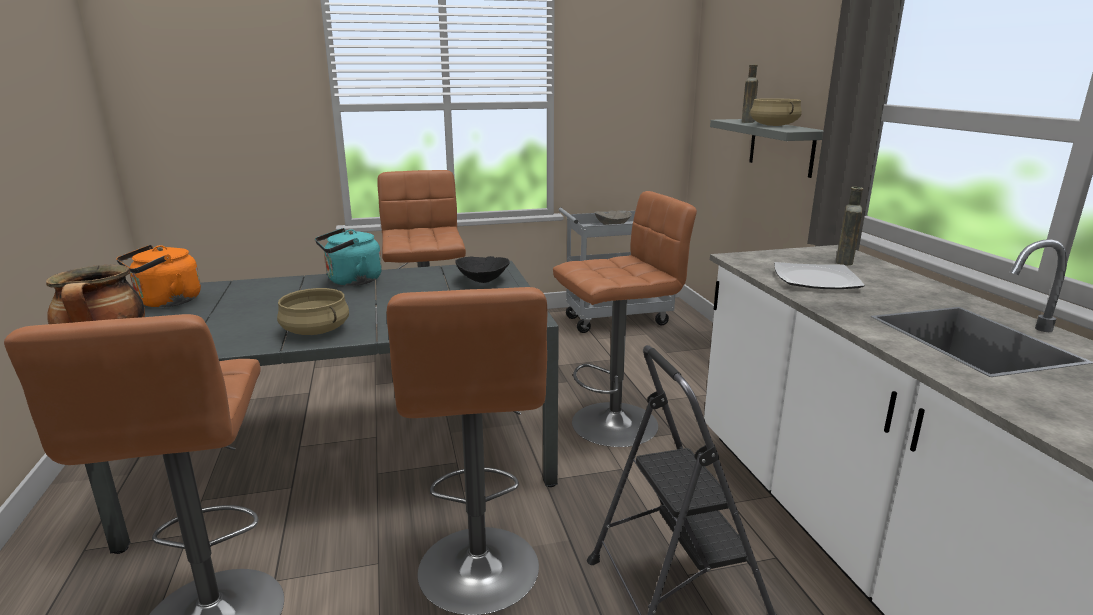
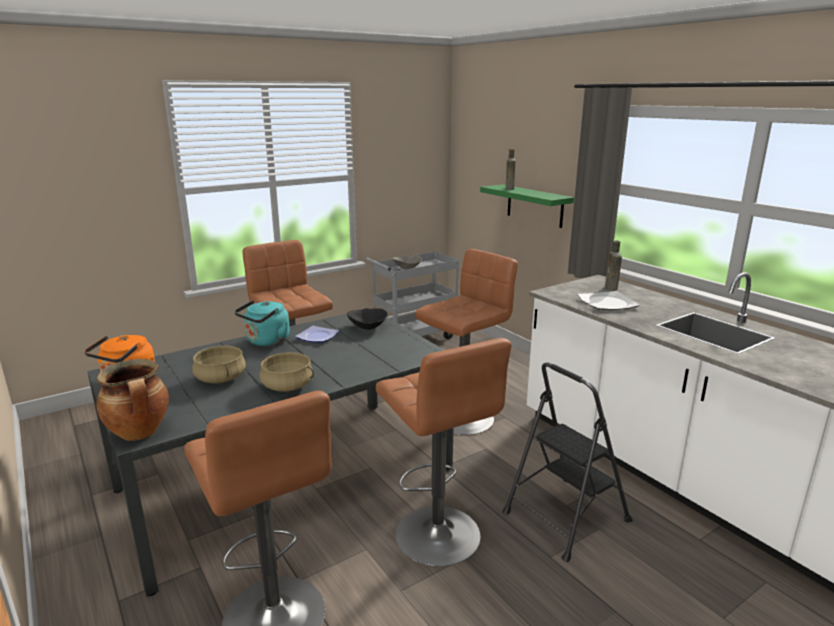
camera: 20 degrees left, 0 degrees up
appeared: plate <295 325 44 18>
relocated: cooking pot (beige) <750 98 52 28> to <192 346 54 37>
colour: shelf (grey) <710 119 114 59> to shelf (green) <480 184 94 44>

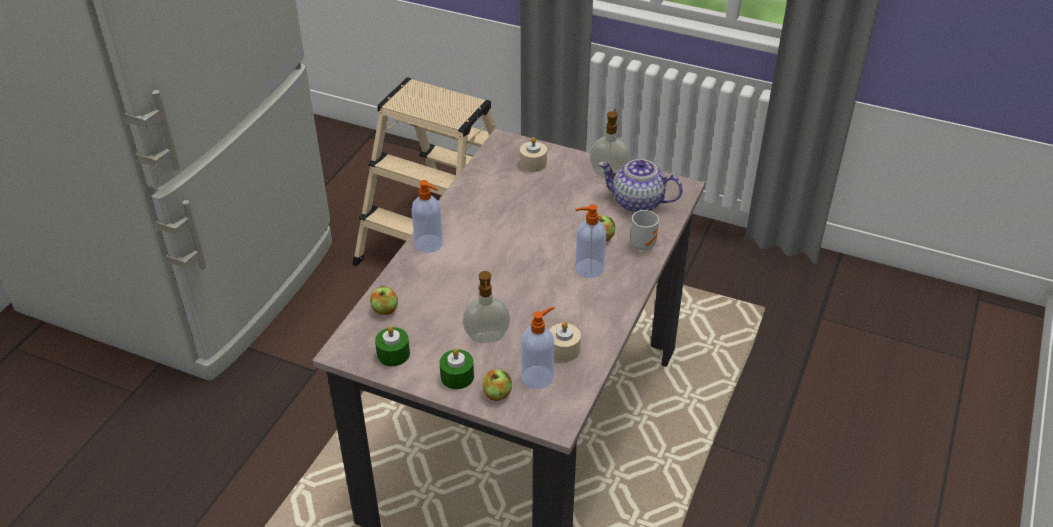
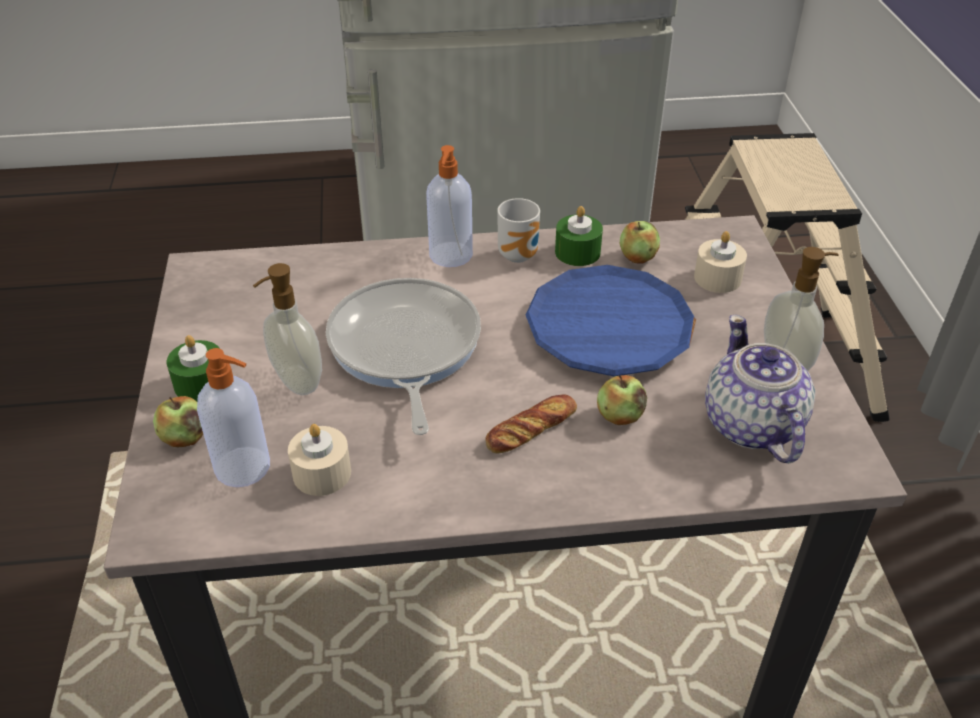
camera: 60 degrees right, 0 degrees up
appeared: plate (blue) <526 265 170 112>; frying pan <326 278 155 157>
relocated: mug <631 210 28 40> to <497 198 43 65>; apple <370 286 28 29> to <620 221 40 43>; candle (green) <375 326 35 40> to <555 206 48 60>
exchanged: soap dispenser <575 204 31 74> to bread <485 395 92 59>

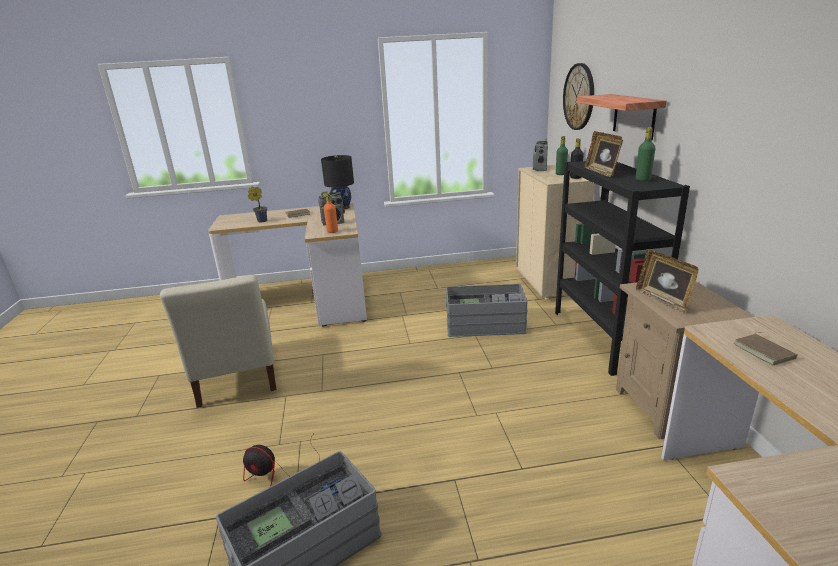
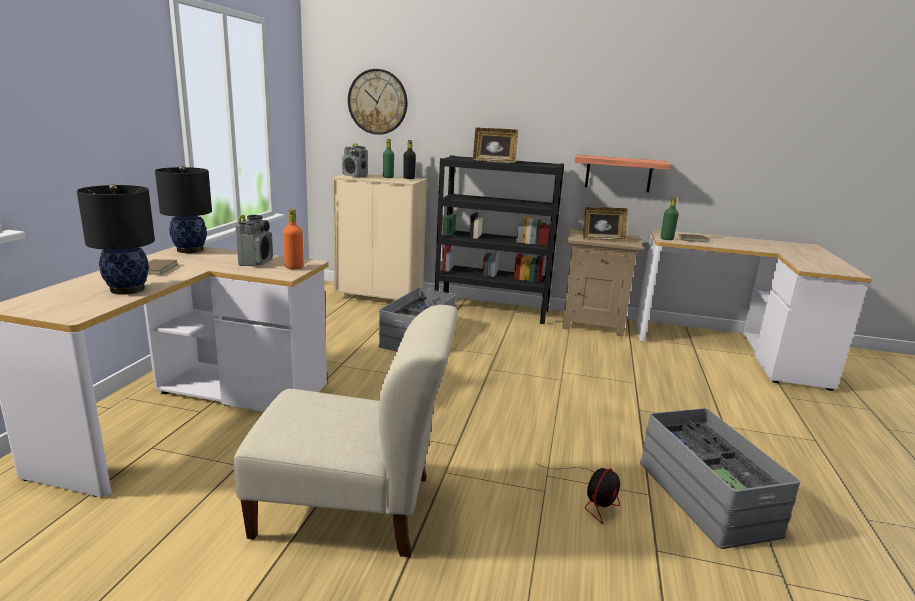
camera: 70 degrees left, 5 degrees down
relocated: shelf <576 94 91 46> to <575 155 95 37>; bottle (green) <636 127 20 54> to <661 197 18 43>
exchanged: potted plant <248 186 19 36> to table lamp (black) <77 184 78 110>

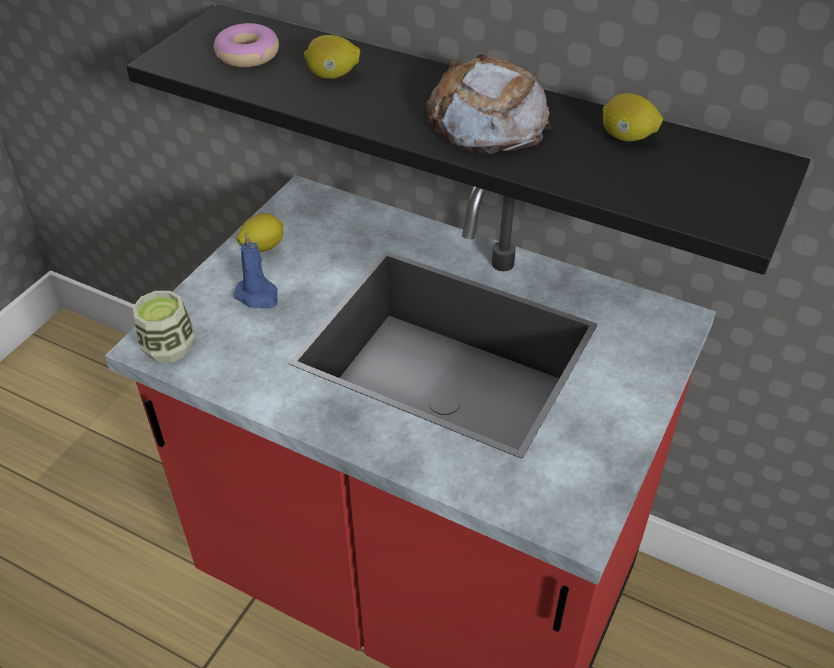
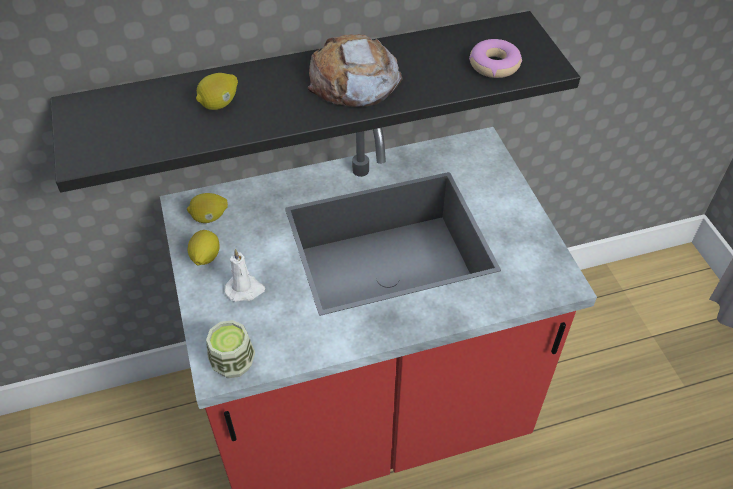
camera: 45 degrees left, 5 degrees up
relocated: donut <214 23 65 44> to <469 39 53 39>; lemon <602 93 61 48> to <187 193 41 30>
colour: candle (blue) <234 233 44 76> to candle (white) <225 248 40 54>

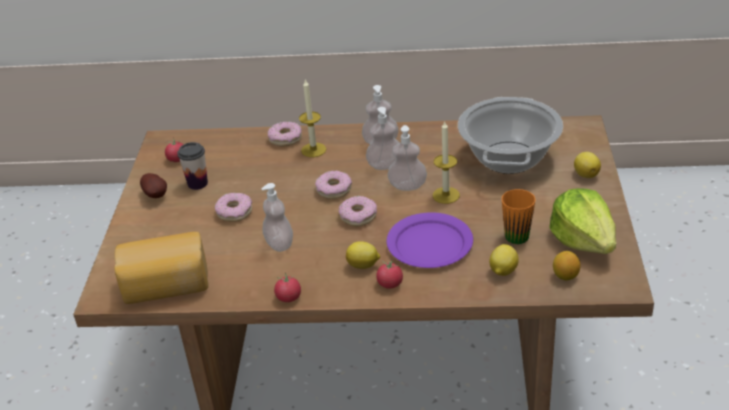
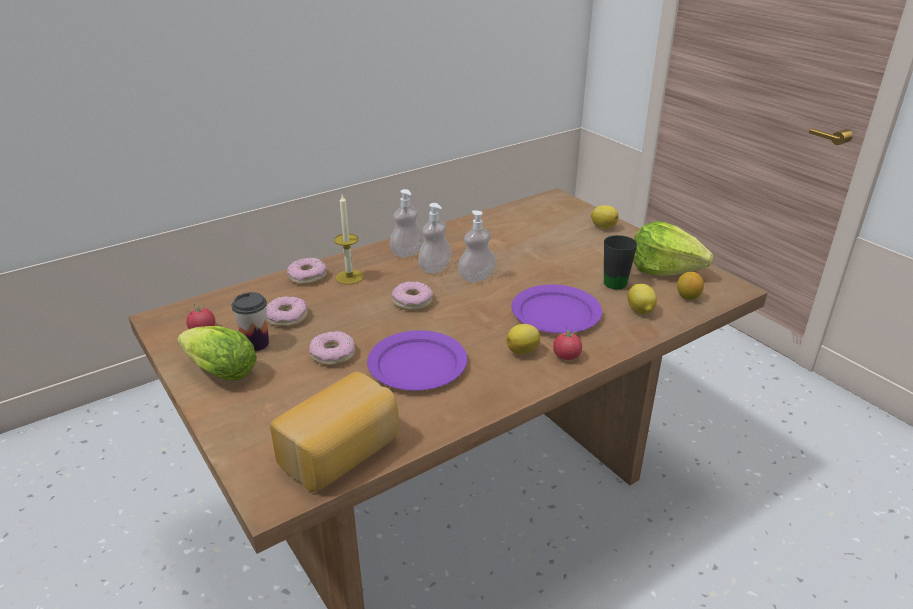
camera: 40 degrees left, 5 degrees down
missing: cooking pot <458 97 105 77>; candle <433 120 27 84>; tomato <274 273 27 29>
relocated: donut <339 196 38 30> to <266 296 41 31>
exchanged: potato <140 173 27 25> to lettuce <177 326 80 55>; soap dispenser <262 183 31 69> to plate (purple) <367 330 100 61>
colour: mug (orange) <502 189 34 55> to mug (black) <604 235 33 54>

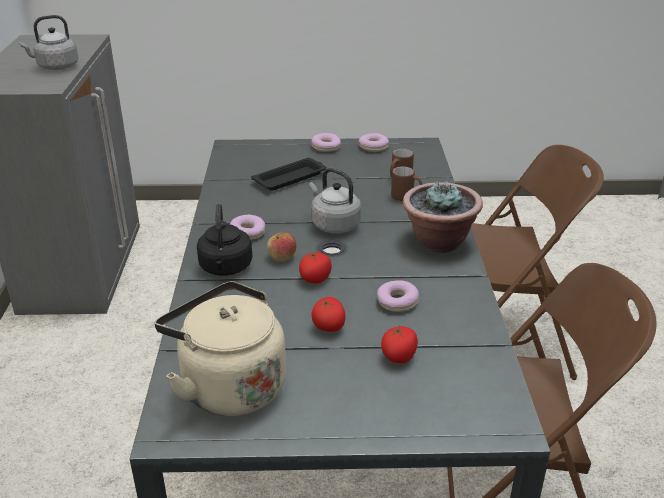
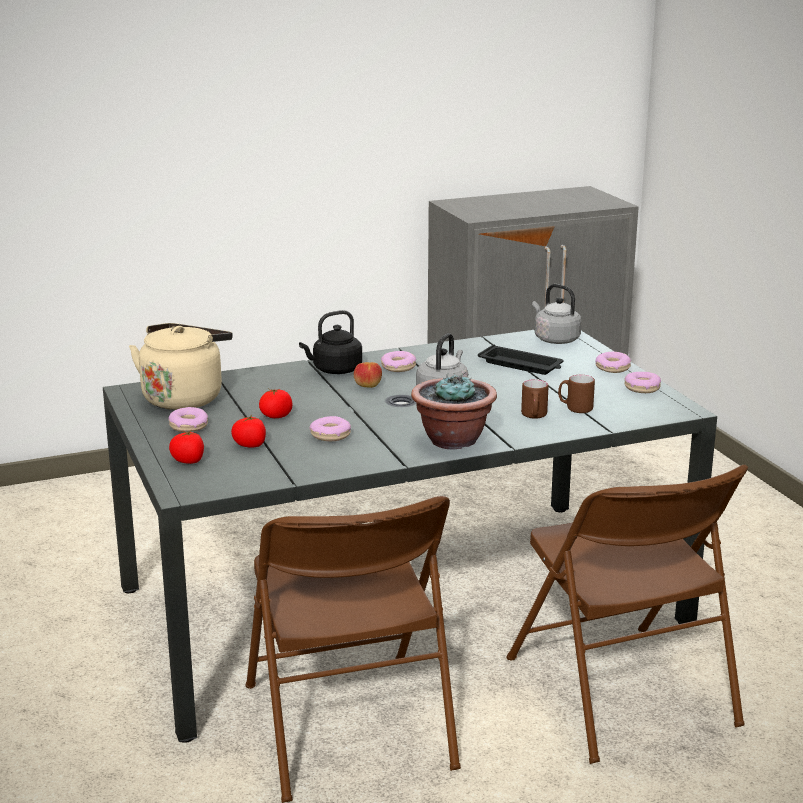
camera: 70 degrees right, 10 degrees down
appeared: donut <168 407 40 25>
relocated: kettle (grey) <19 15 59 55> to <532 284 50 60>; tomato <299 252 33 32> to <169 430 35 34>

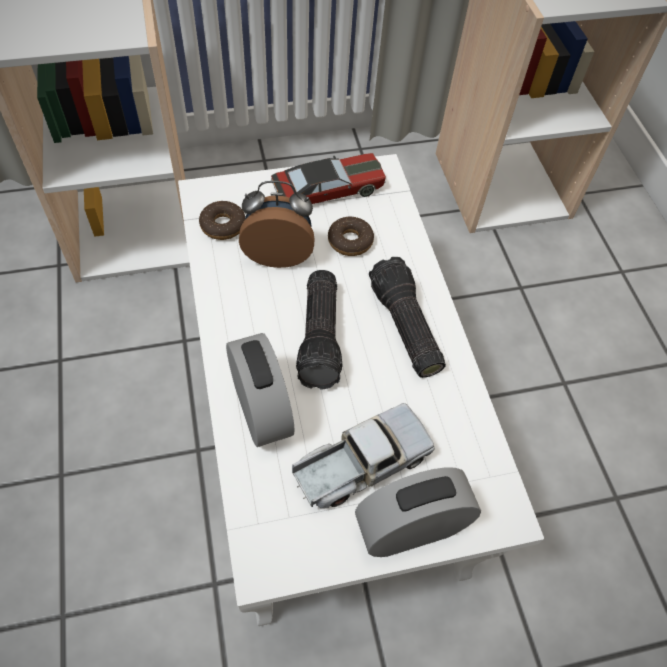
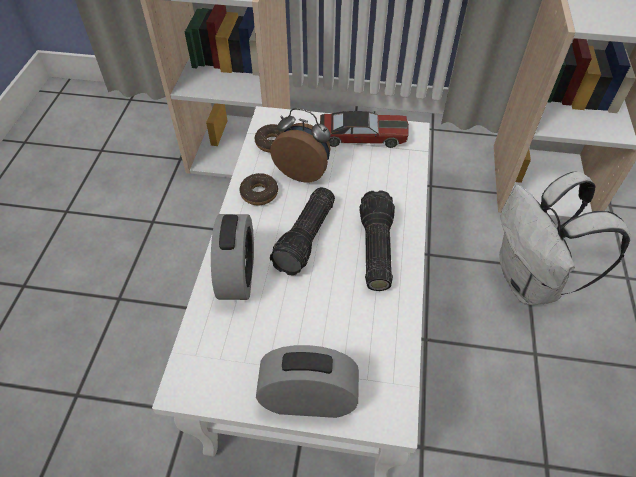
camera: 25 degrees right, 5 degrees down
missing: toy truck <292 403 143 105>
appeared: backpack (white) <499 171 132 134>
relocated: donut <328 217 46 39> to <240 173 38 32>

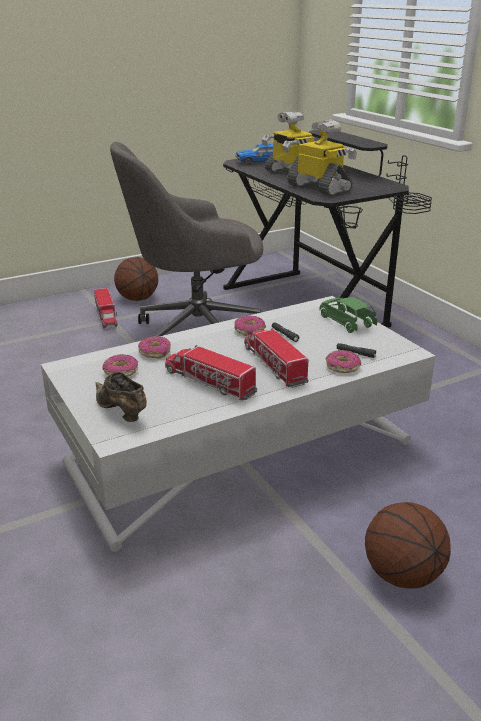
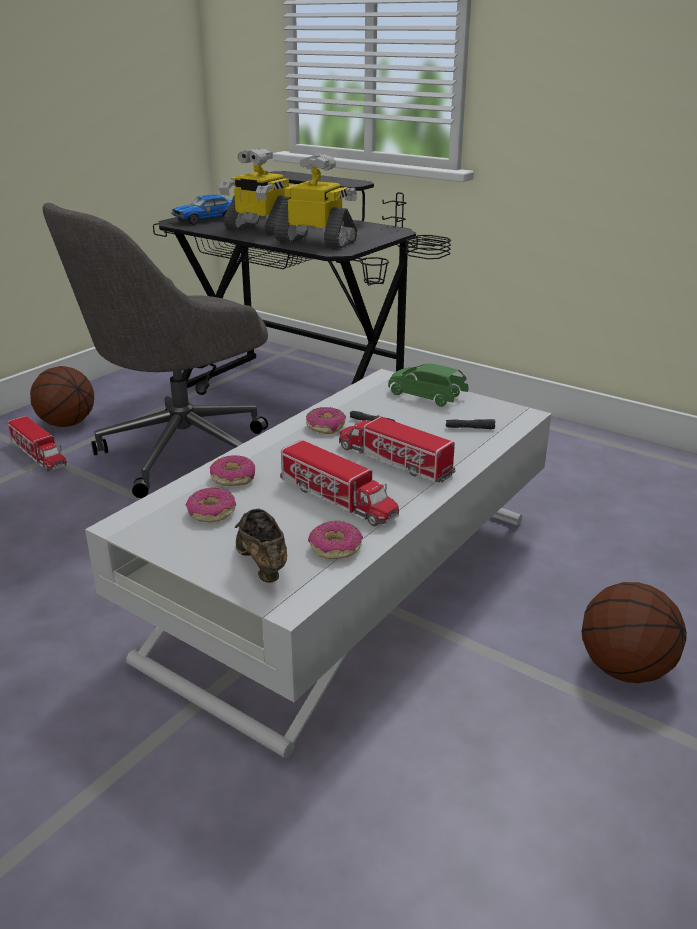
camera: 25 degrees left, 0 degrees up
relocated: donut <326 350 35 23> to <308 521 55 38>
spun: toy truck <165 345 93 55> = <280 440 119 86> 150 degrees counterclockwise; shoe (brown) <95 372 52 50> = <235 509 52 74> 45 degrees clockwise

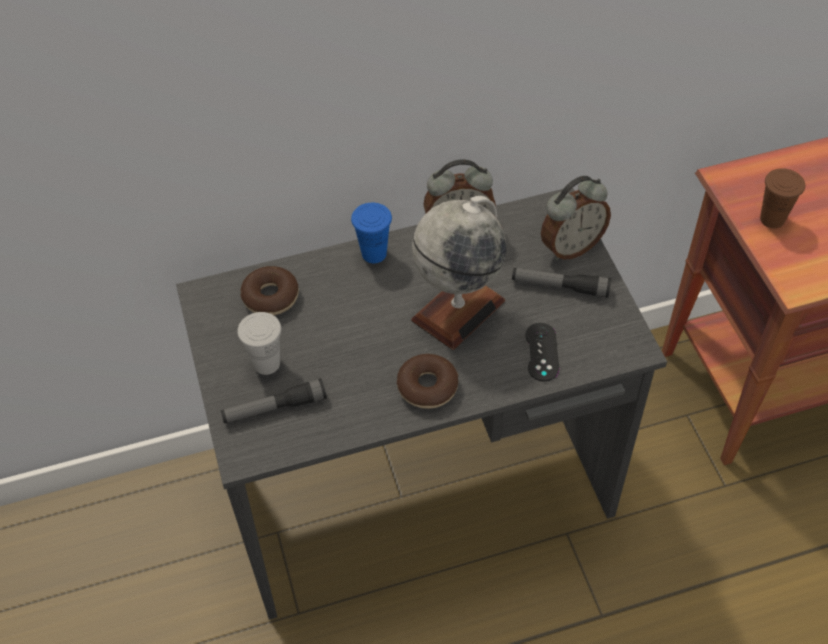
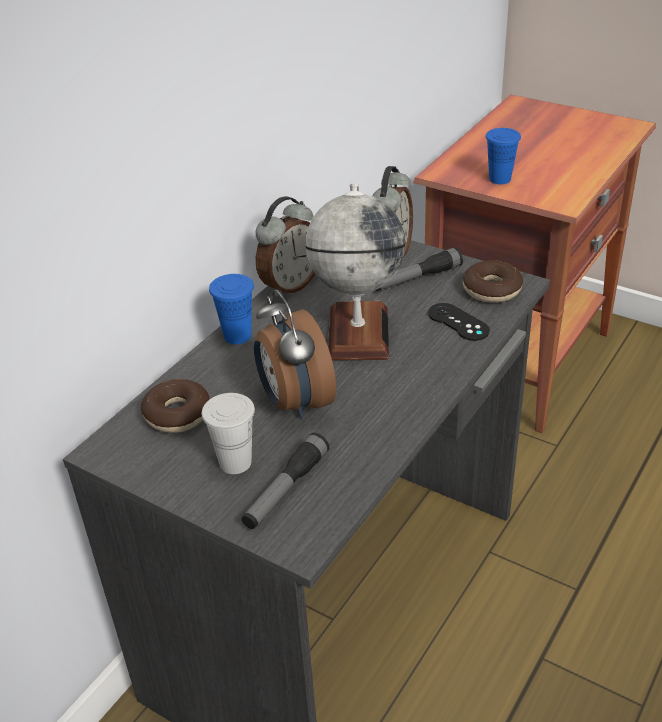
camera: 40 degrees left, 15 degrees down
appeared: alarm clock <254 290 82 129>
relocated: donut <397 354 61 55> to <463 260 60 43>
colour: cup (brown) <760 168 45 60> to cup (blue) <486 128 35 56>

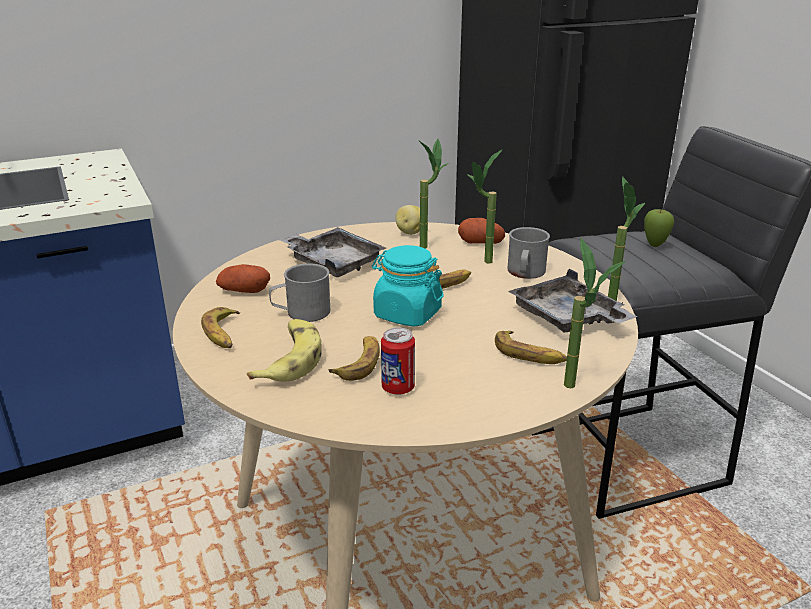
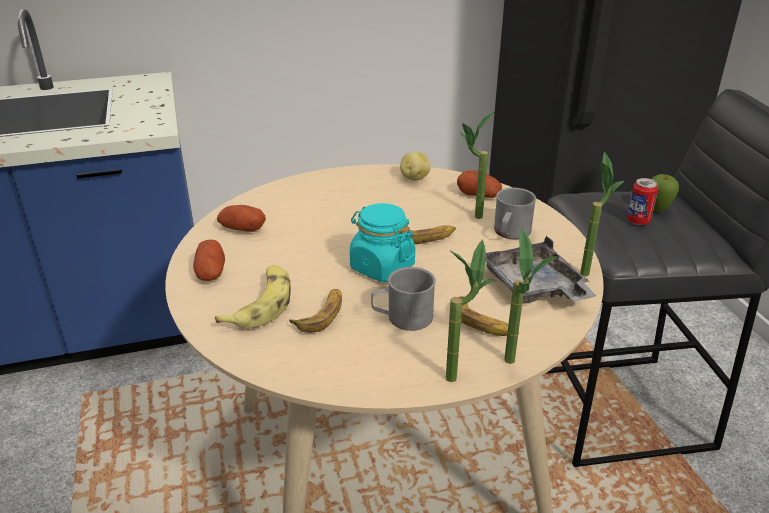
camera: 10 degrees right, 5 degrees up
missing: tray (grey) <280 227 106 50>
relocated: potted plant <419 139 30 110> to <446 239 49 143>; mug (grey) <269 264 61 58> to <371 267 65 64>; can <381 328 34 67> to <627 178 31 47>
exchanged: banana <201 307 39 41> to potato <193 240 32 41>

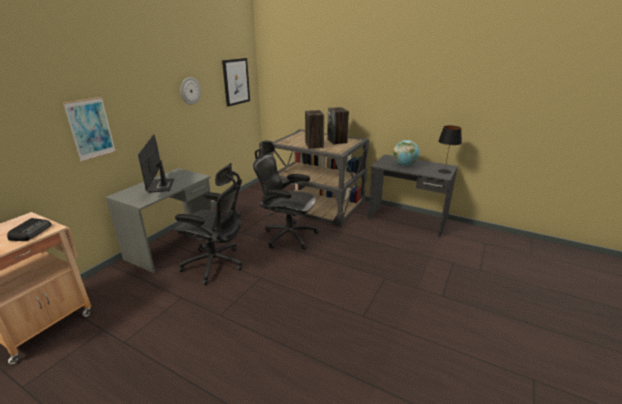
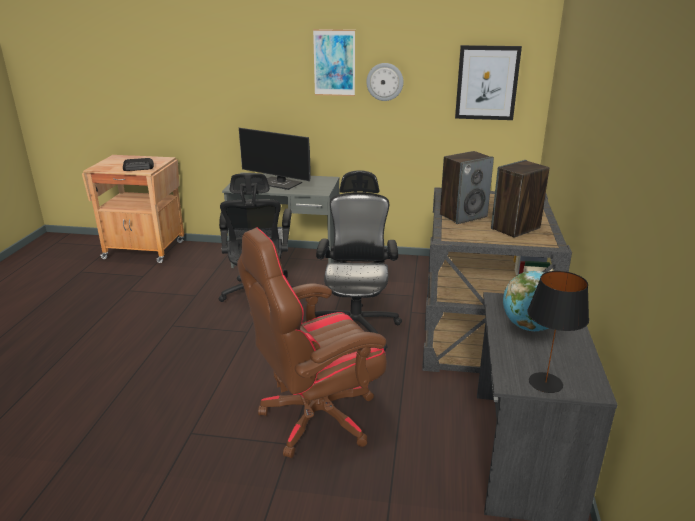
camera: 70 degrees right, 0 degrees up
appeared: office chair (brown) <237 227 150 231>
relocated: picture <63 97 53 65> to <313 29 42 67>
spun: monitor <138 134 37 59> = <239 128 72 62> 120 degrees counterclockwise

